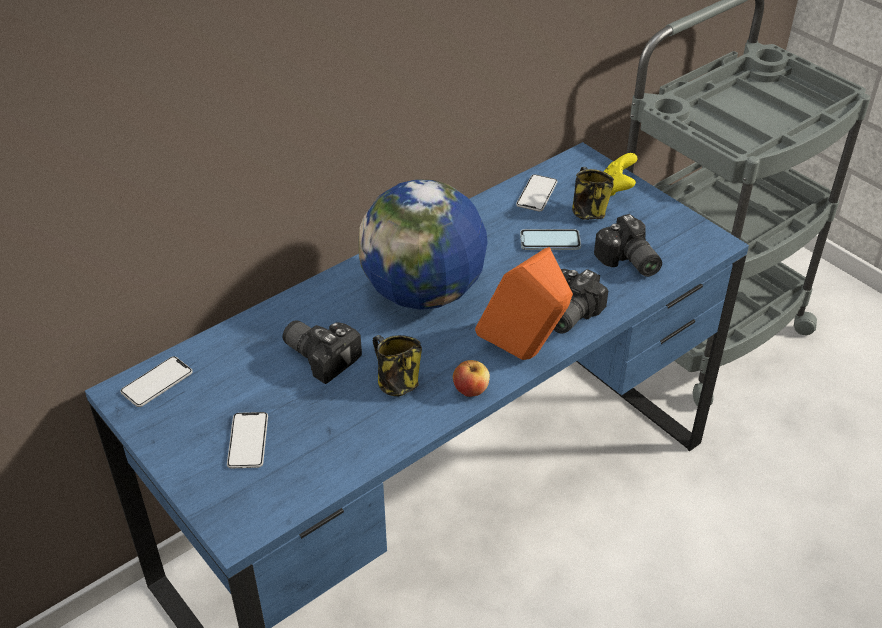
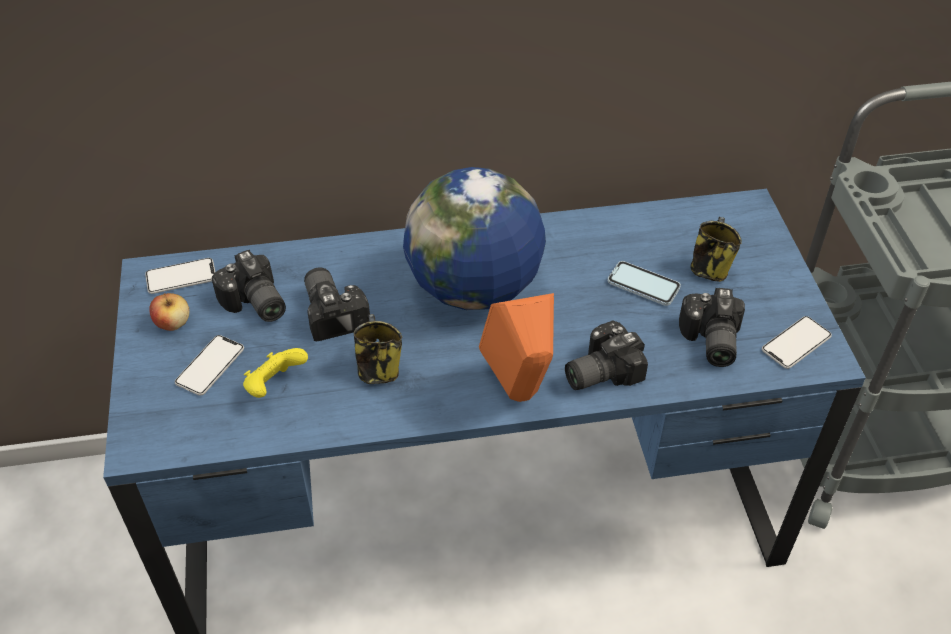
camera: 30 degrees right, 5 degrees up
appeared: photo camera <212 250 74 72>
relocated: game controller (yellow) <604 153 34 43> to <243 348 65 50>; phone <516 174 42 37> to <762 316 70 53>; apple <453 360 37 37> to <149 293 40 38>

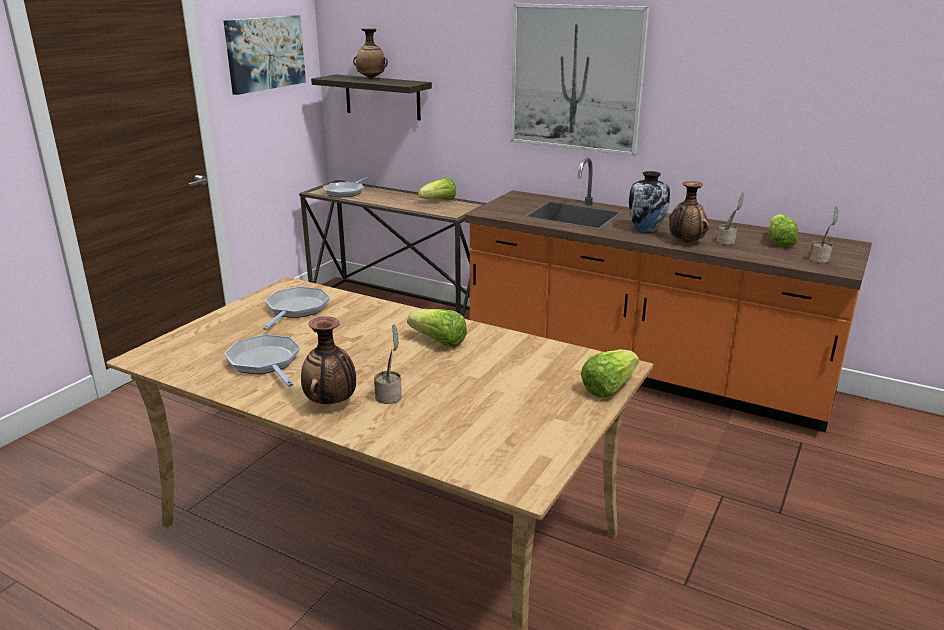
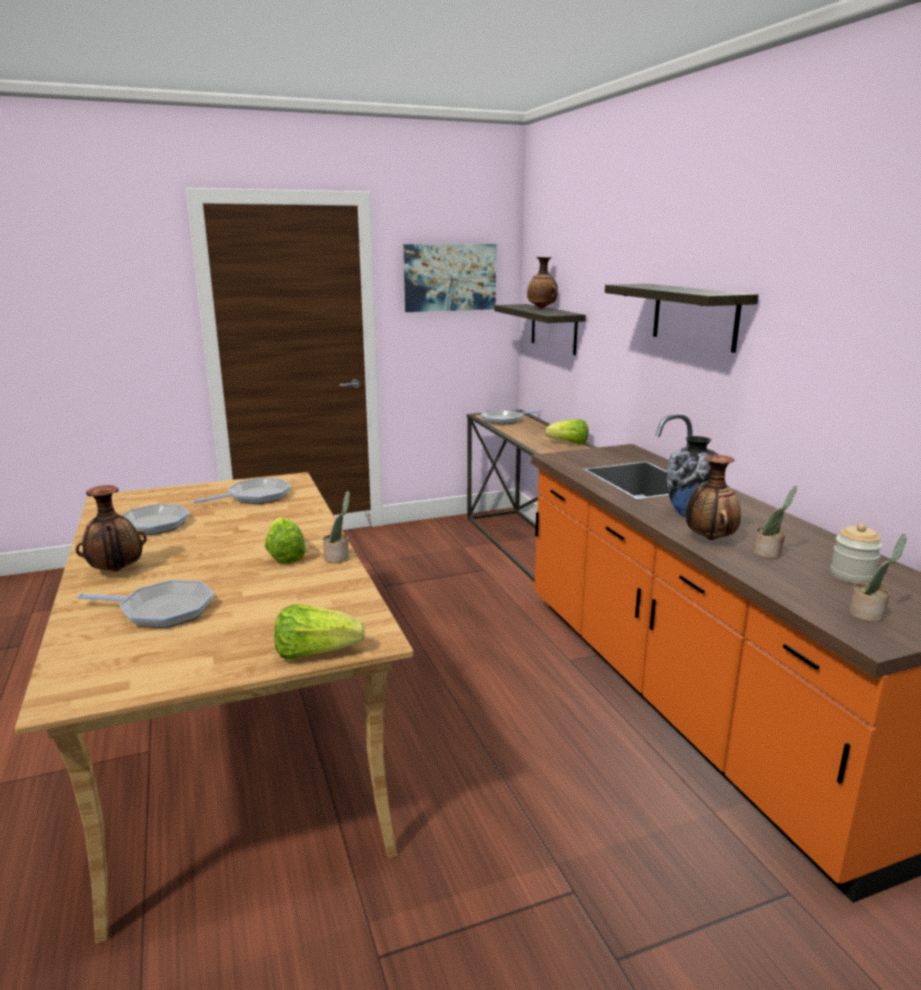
camera: 40 degrees right, 5 degrees down
appeared: frying pan <77 580 137 48>
relocated: potted plant <374 325 28 79> to <323 491 27 72>
exchanged: picture <511 4 139 152> to shelf <605 284 153 69>; lettuce <768 214 30 33> to jar <830 524 53 60>

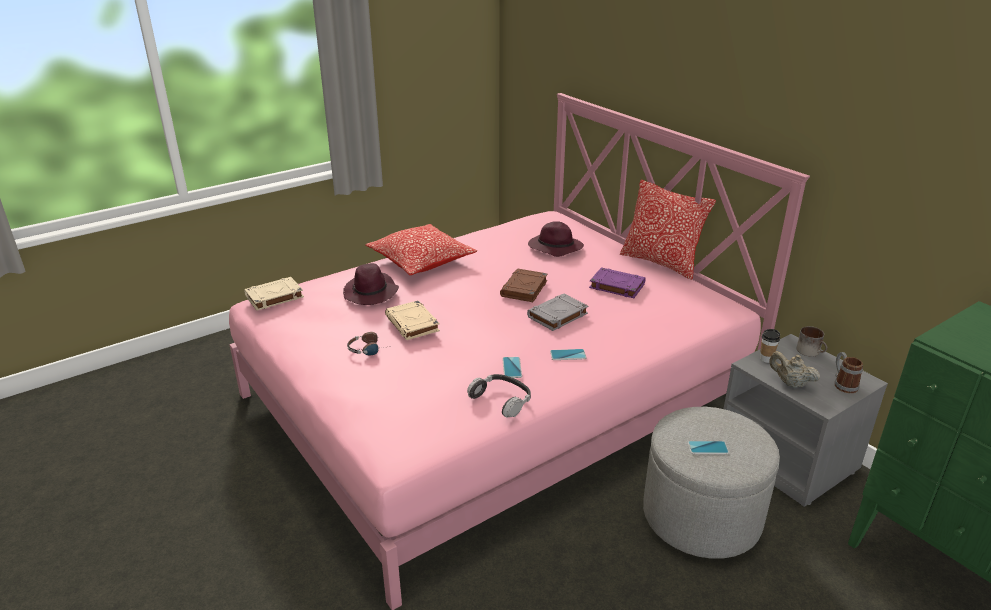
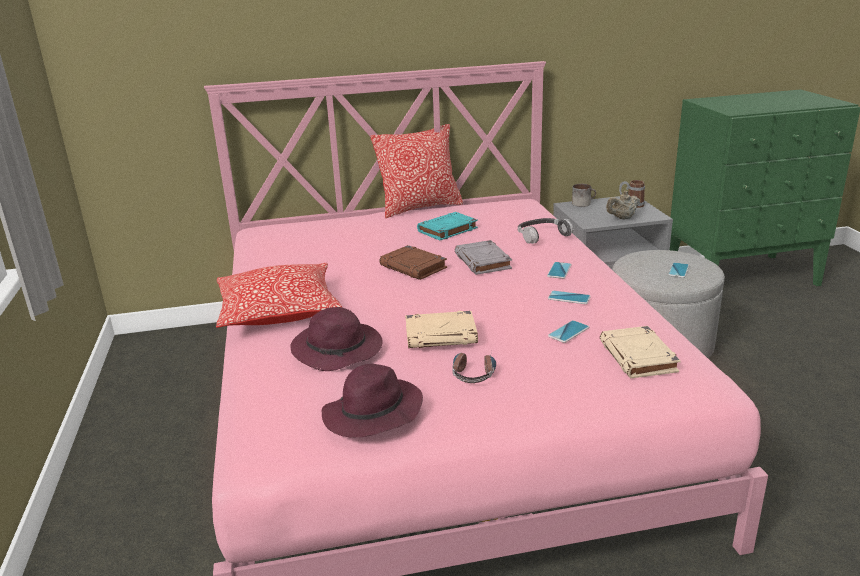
camera: 65 degrees left, 5 degrees down
missing: cup <760 329 20 34>
appeared: phone <548 320 41 23>
relocated: hat (purple) <528 221 56 36> to <322 364 101 74>; book (beige) <244 277 60 34> to <600 326 81 52>; headphones <467 374 64 44> to <518 218 56 26>
colour: book (purple) <589 267 56 31> to book (turquoise) <417 212 61 29>

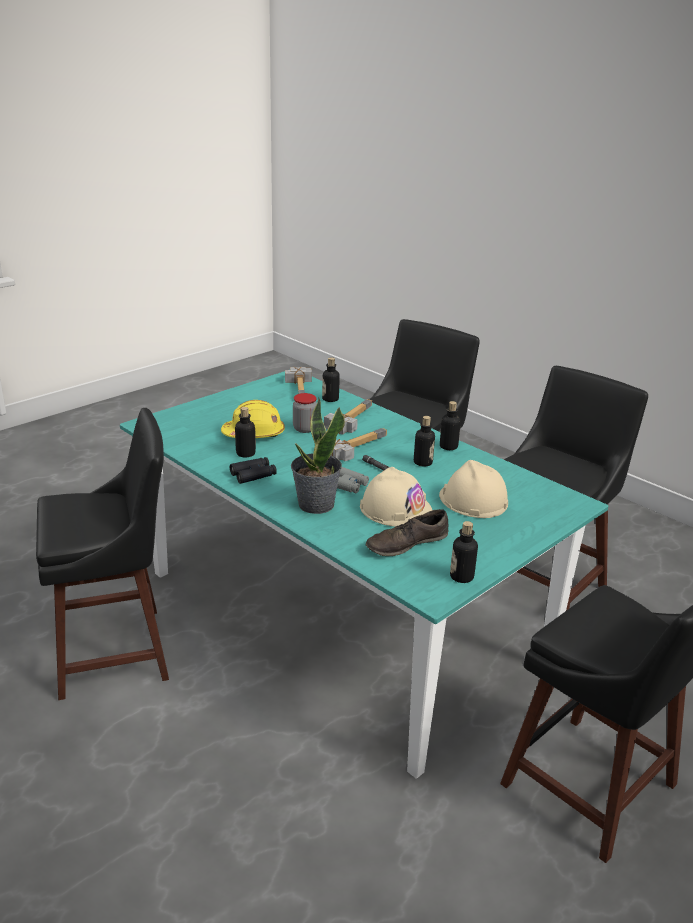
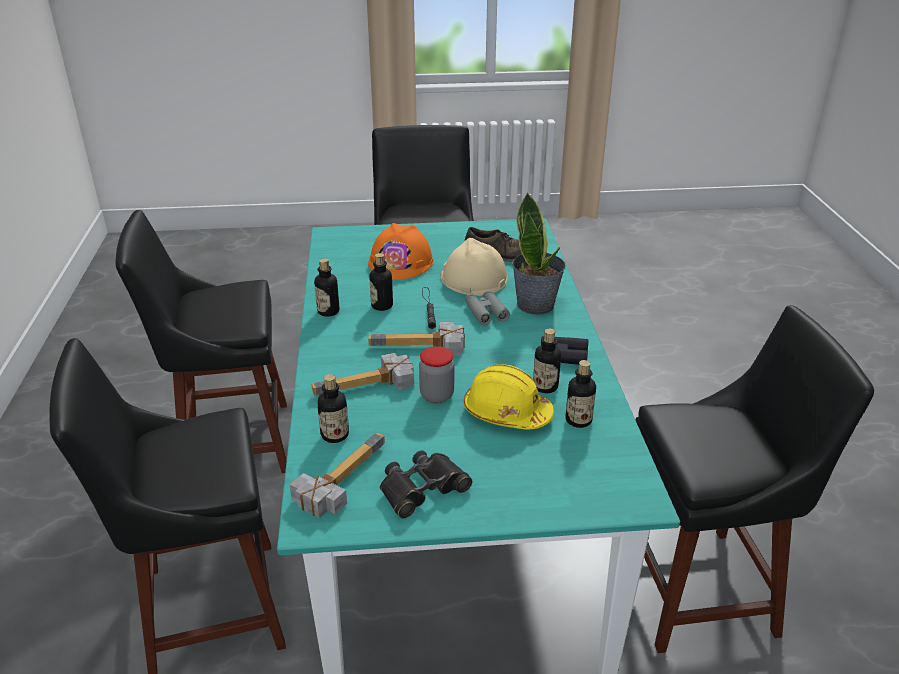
camera: 140 degrees left, 5 degrees up
appeared: binoculars (black) <380 450 92 68>
relocated: bottle <450 521 28 62> to <565 360 31 68>
colour: hard hat (beige) <439 460 69 58> to hard hat (orange) <368 223 65 57>
spun: chair (black) <36 408 133 292> = <636 305 238 348> 150 degrees clockwise

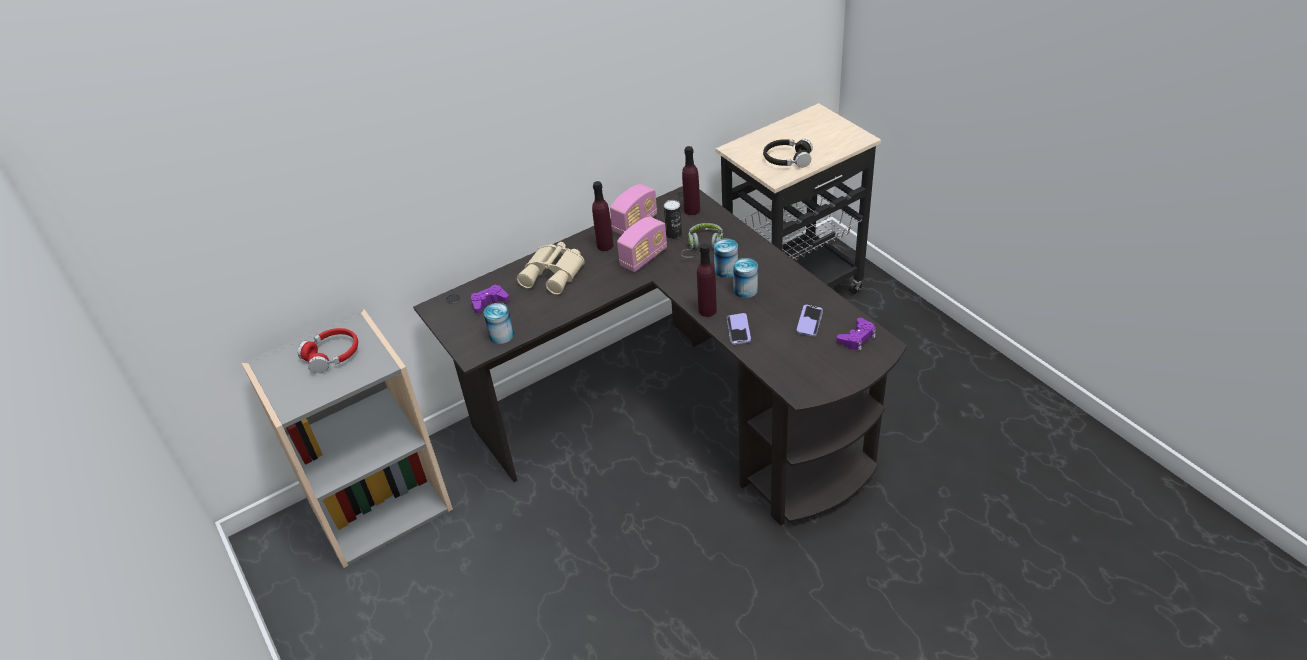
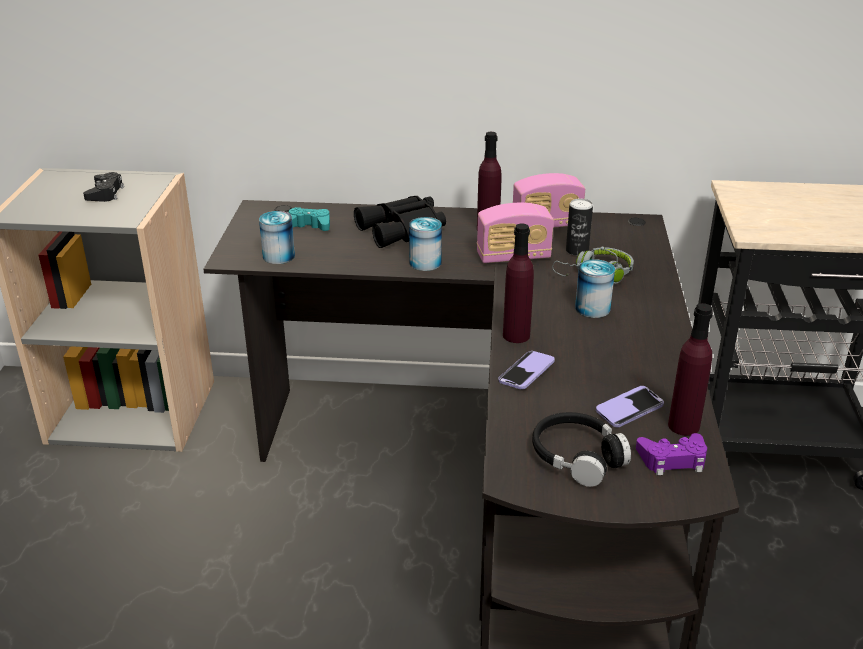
camera: 35 degrees right, 10 degrees down
relocated: headphones (black) <763 139 50 29> to <532 412 99 75>; bottle (purple) <682 146 18 69> to <668 303 45 133>; can <733 258 25 40> to <409 217 33 54>
exchanged: headphones (red) <297 328 61 45> to game controller (black) <83 172 41 30>
colour: binoculars (beige) <517 242 68 53> to binoculars (black) <354 196 92 52>; game controller (purple) <471 285 38 28> to game controller (turquoise) <288 207 42 24>

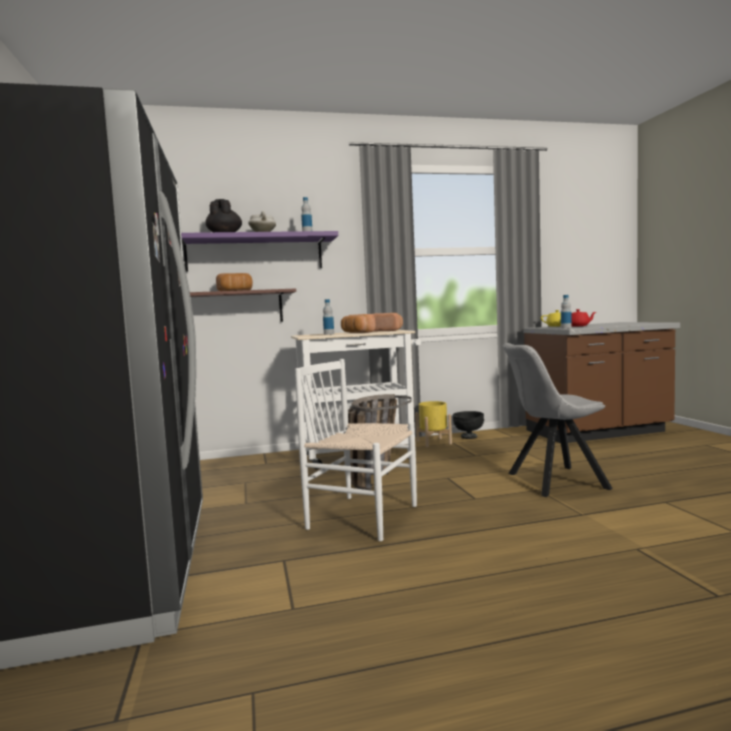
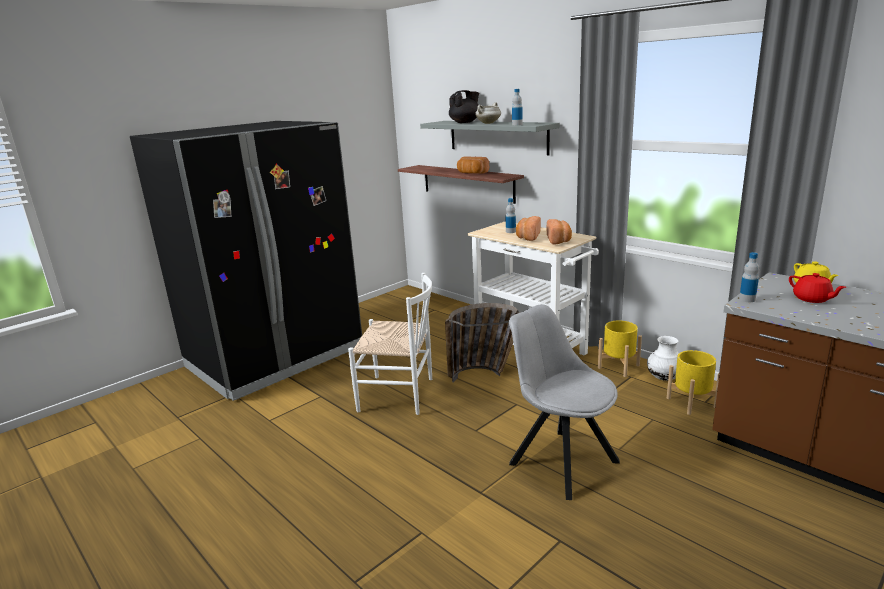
camera: 60 degrees right, 15 degrees up
appeared: planter (yellow) <667 350 53 65>
exchanged: bowl (black) <453 411 31 28> to vase (white) <647 336 32 45>
colour: shelf (purple) <181 231 157 41> to shelf (grey) <420 121 140 34>
spun: chair (white) <295 359 122 182> = <348 273 84 142> 105 degrees clockwise

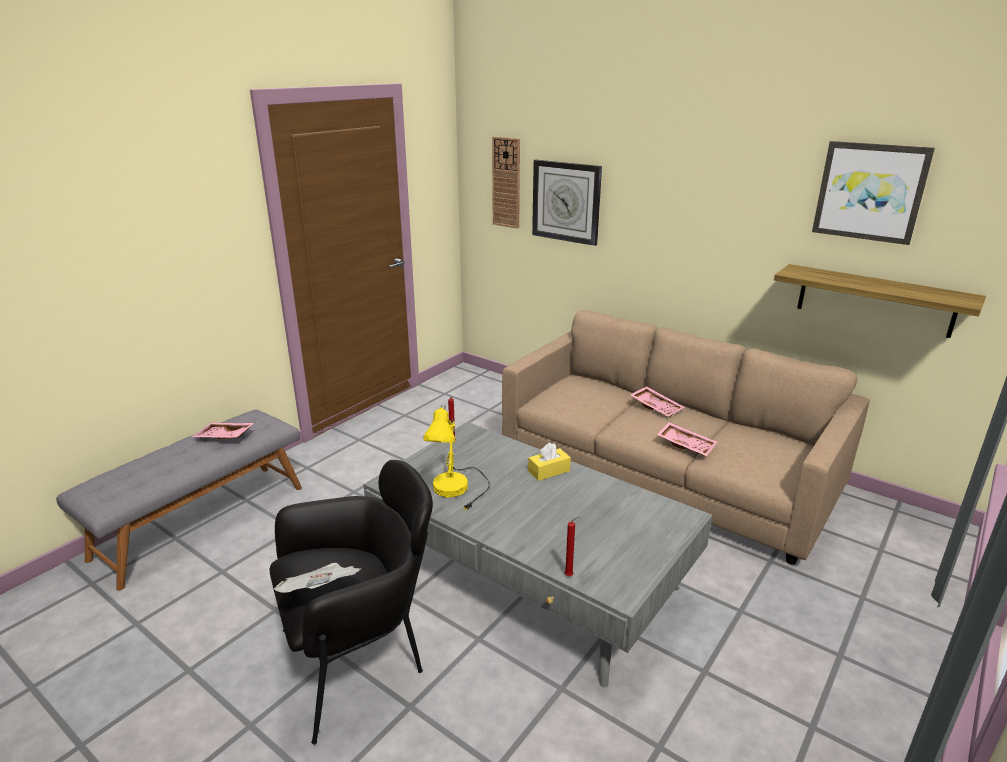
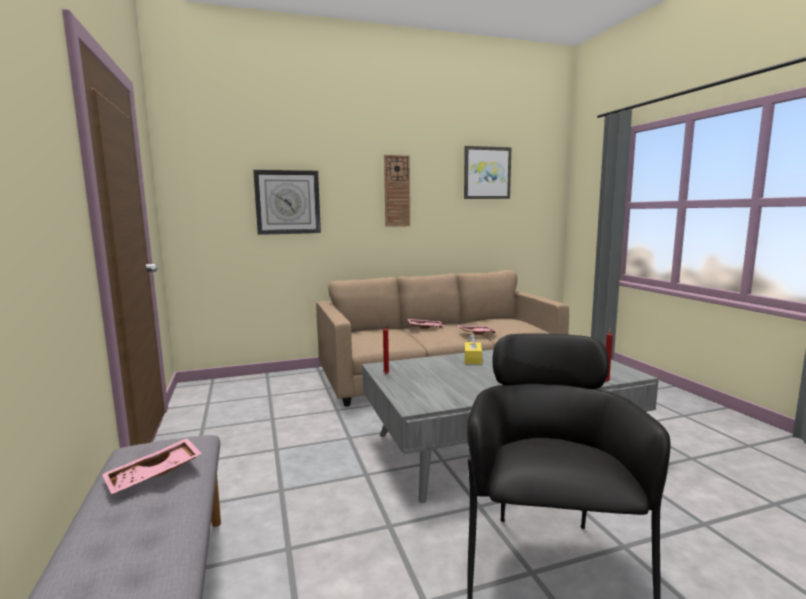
camera: 55 degrees left, 15 degrees down
missing: shelf <774 264 212 74>; table lamp (yellow) <424 405 66 105>; newspaper <274 563 87 30>
relocated: wall clock <492 137 28 92> to <384 155 26 72>

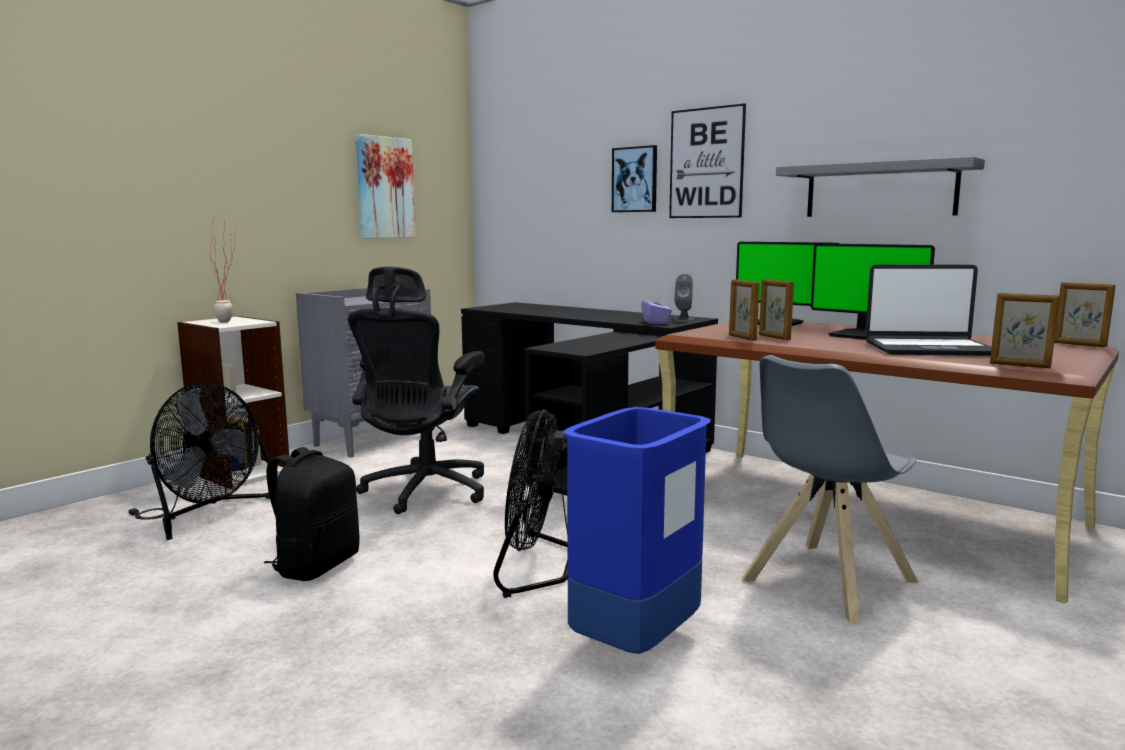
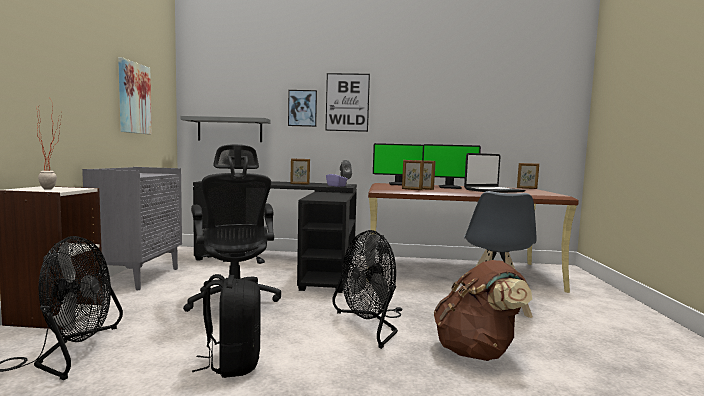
camera: 35 degrees left, 5 degrees down
relocated: shelf (grey) <776 157 209 60> to <181 116 90 26>; picture frame <990 293 70 75> to <290 158 20 27>
exchanged: trash can (blue) <563 407 148 247> to backpack (brown) <434 260 98 101>

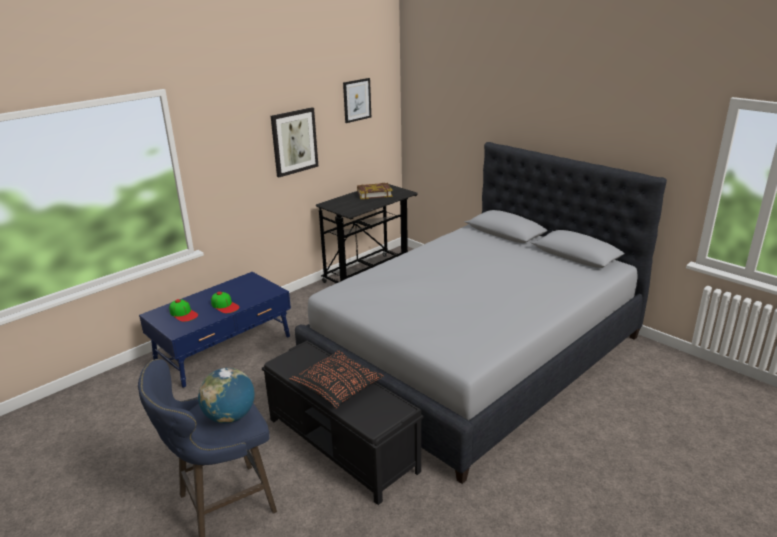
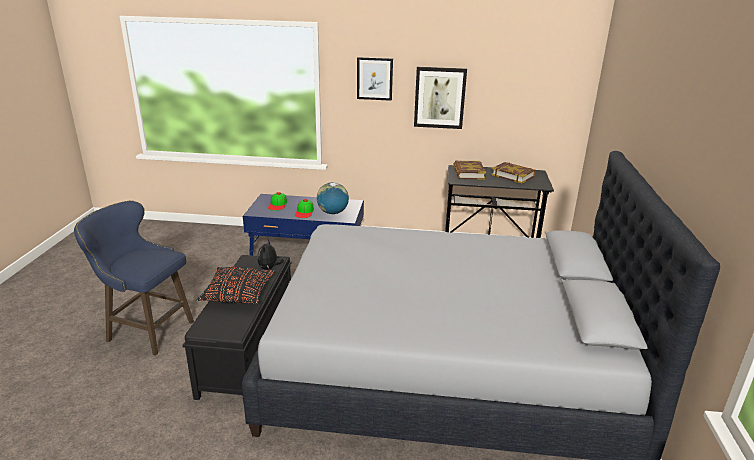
camera: 50 degrees right, 0 degrees up
appeared: book <454 161 32 19>; plush toy <257 239 27 31>
relocated: picture <343 78 28 45> to <357 57 36 44>; globe <198 368 57 55> to <317 182 32 32>

